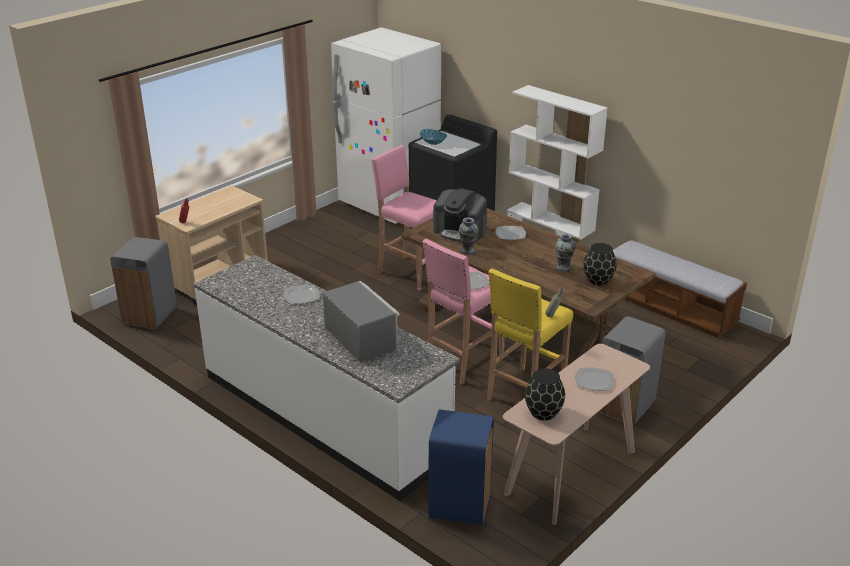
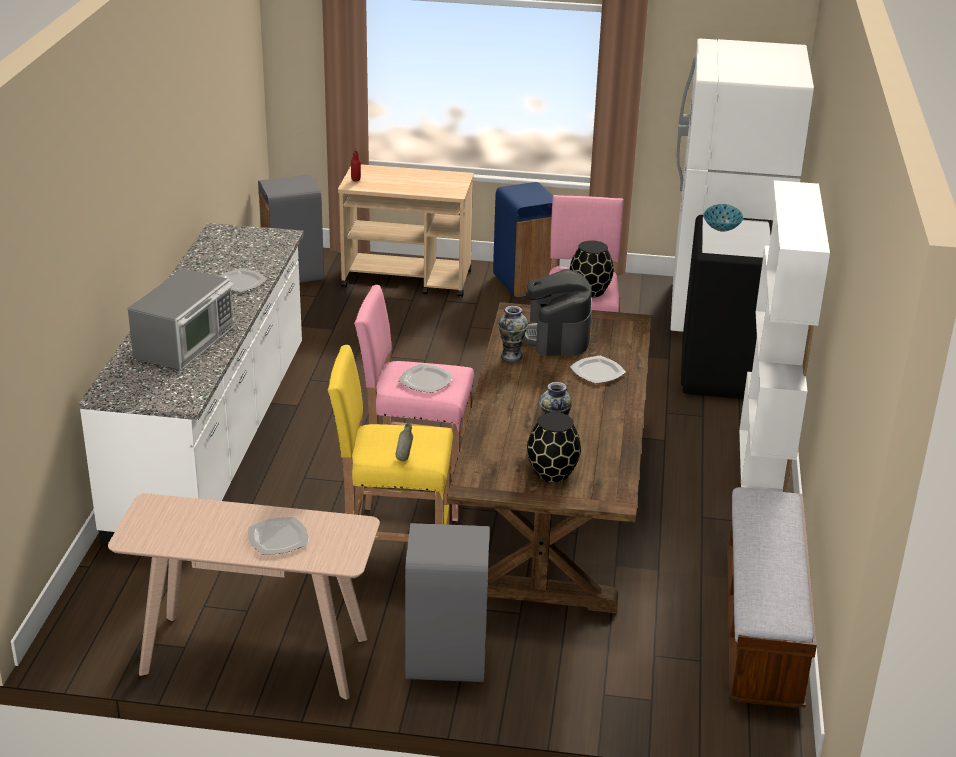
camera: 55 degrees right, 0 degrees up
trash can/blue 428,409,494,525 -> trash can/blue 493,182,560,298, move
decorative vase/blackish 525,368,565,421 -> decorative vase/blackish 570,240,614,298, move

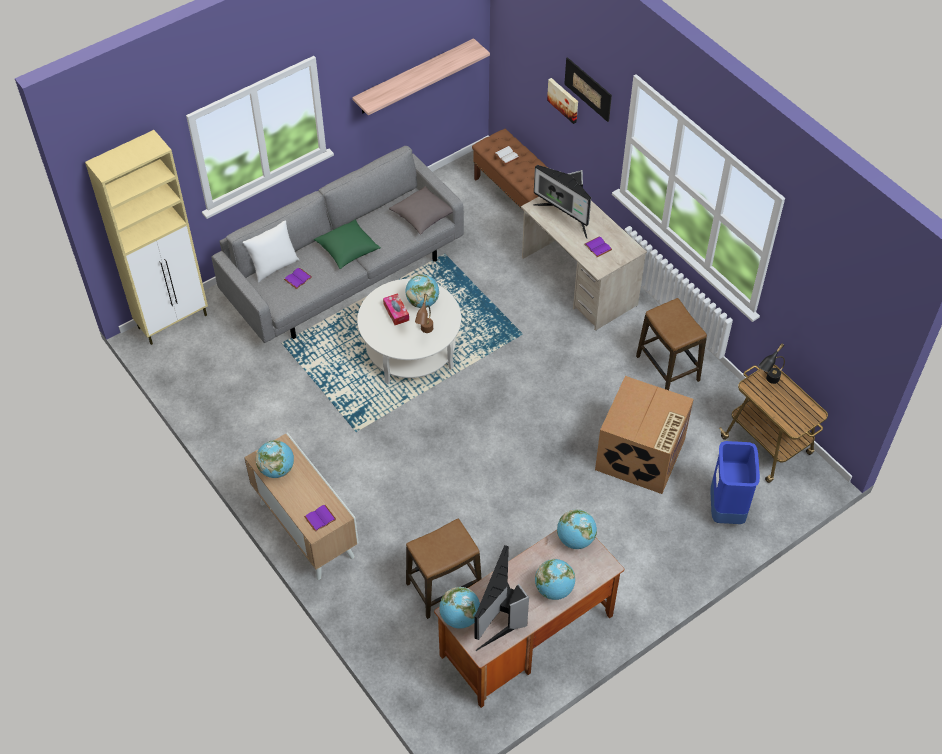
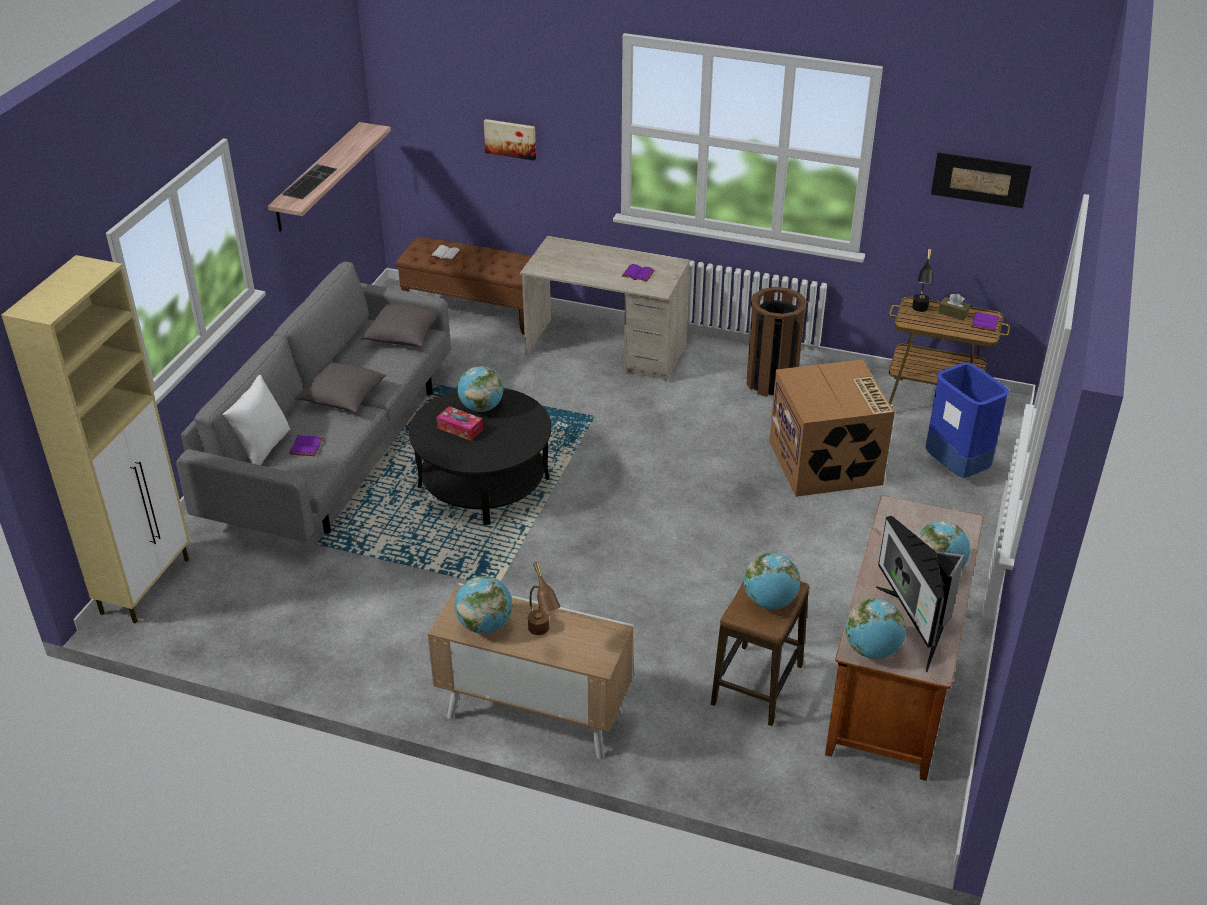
camera: 35 degrees left, 15 degrees down
none -> keyboard 282,164,337,199
throw pillow/green 314,219,381,269 -> throw pillow/grey 295,362,387,412
lounge table/white 357,279,461,384 -> lounge table/blackish 409,388,551,525
tabletop lamp/brown 415,294,433,333 -> tabletop lamp/brown 528,562,561,635, move
globe 557,509,597,549 -> globe 744,553,800,609, move
stool seat 636,298,707,390 -> trash can/brown 747,287,807,397
wall picture 564,57,612,122 -> wall picture 931,152,1031,208, move
none -> tissue box/brown 938,293,970,320
volume/purple-coloured 304,505,336,532 -> volume/purple-coloured 971,312,999,331, move
computer screen 533,165,591,239 -> none

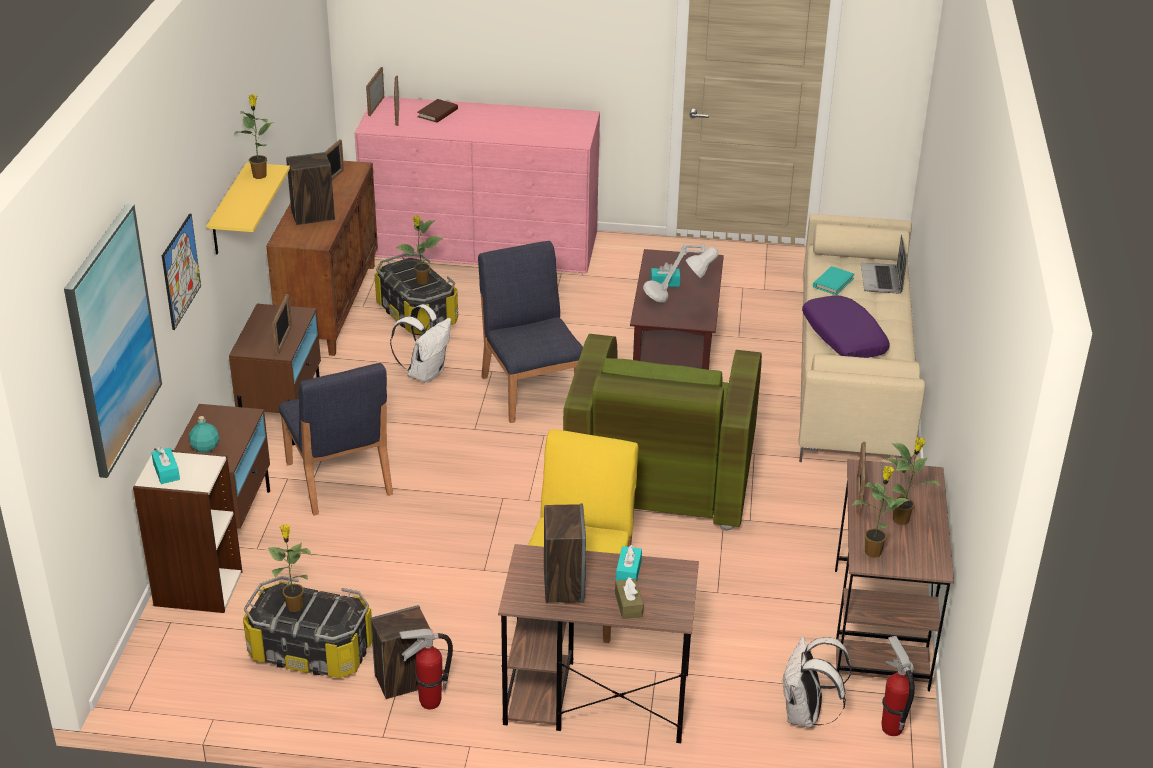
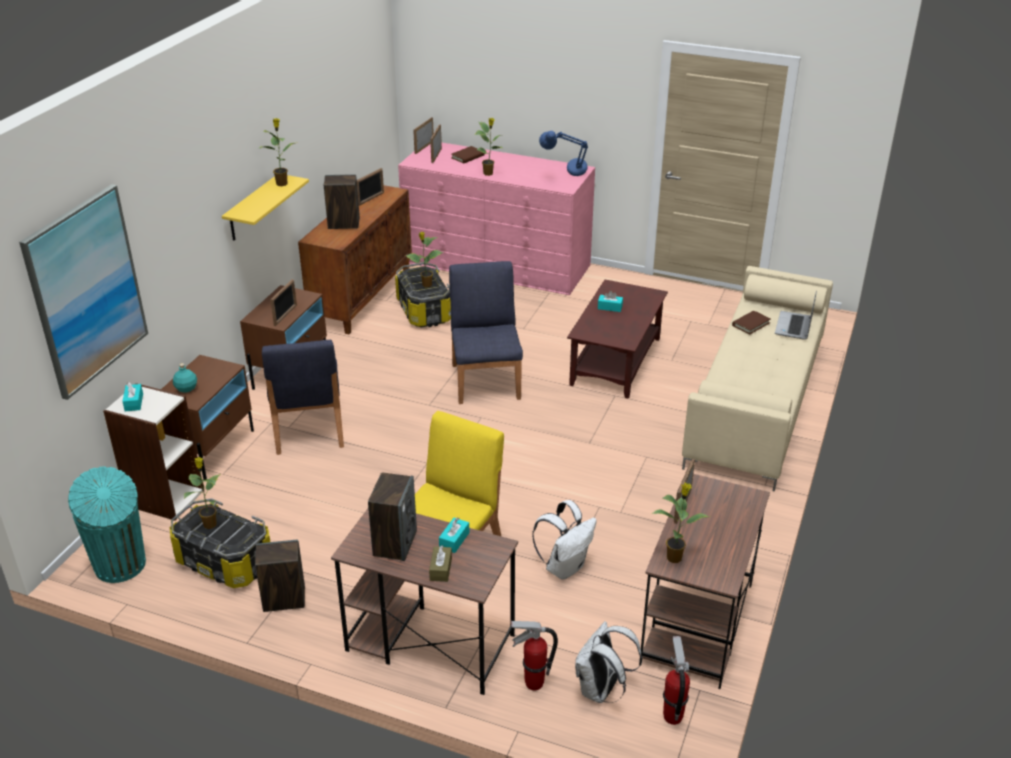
camera: 15 degrees right, 0 degrees up
none -> trash can/turquoise 68,466,146,583
houseplant 883,437,942,525 -> houseplant 475,118,502,176, move
fire-fighting cylinder 399,629,453,709 -> fire-fighting cylinder 511,621,558,690, move
knapsack/white 390,304,451,383 -> knapsack/white 532,500,597,580, move
none -> tabletop lamp/blue 539,131,588,176
volume/turquoise 813,266,854,295 -> volume/brown 732,311,770,335
wall picture 162,213,201,330 -> none
lounge chair/green 563,334,762,531 -> none
tabletop lamp/grey 643,244,718,303 -> none
throw pillow/purple-coloured 802,296,890,358 -> none

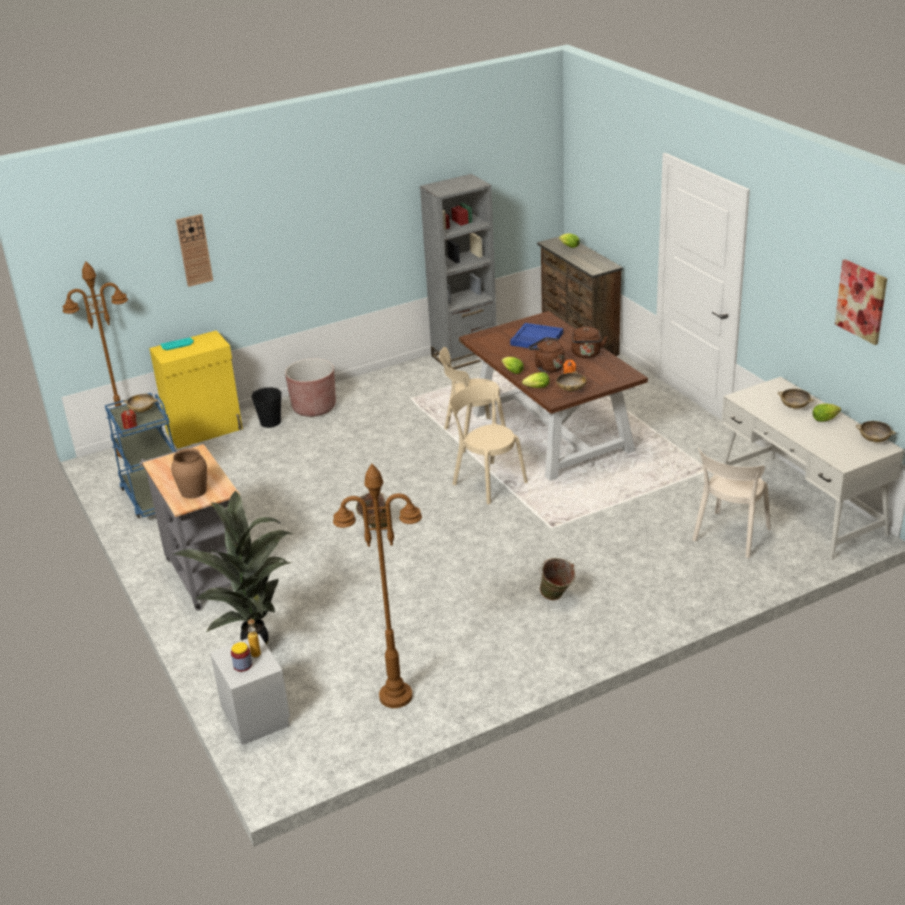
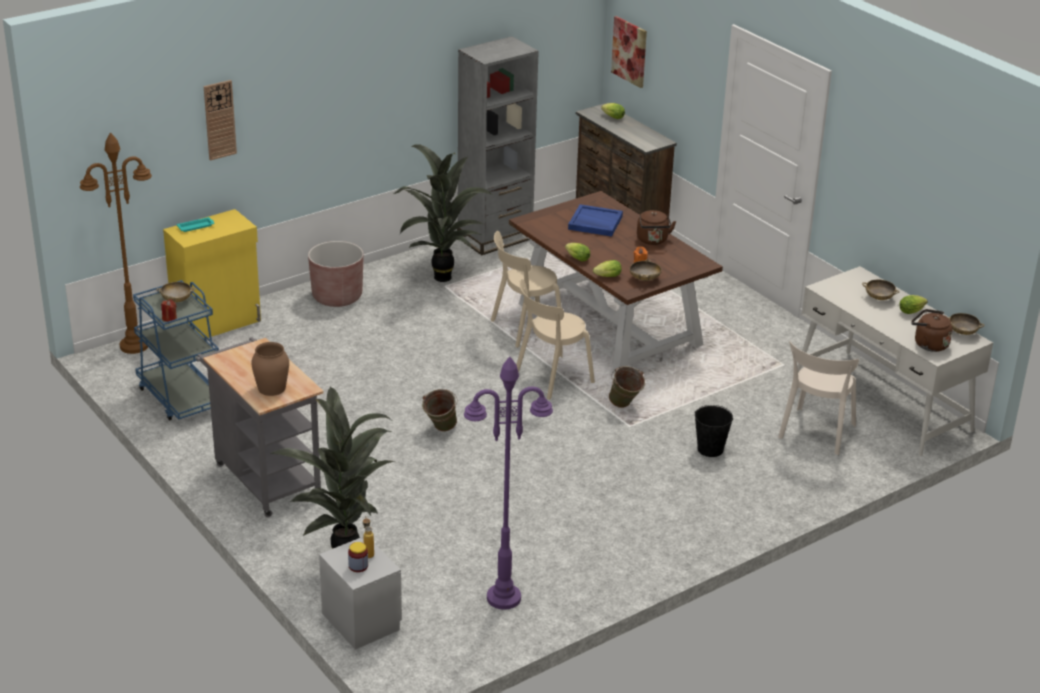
camera: 10 degrees left, 0 degrees up
none -> houseplant 393,144,493,282
standard lamp/brown 333,464,422,708 -> standard lamp/purple-coloured 464,357,553,610
chair/sand-coloured 449,382,528,505 -> chair/sand-coloured 516,279,595,400, 75 degrees counterclockwise
bucket/green 540,558,576,600 -> bucket/green 609,366,645,408, move
wall picture 835,259,887,345 -> wall picture 611,16,647,88, move
bucket/blackish 251,387,282,428 -> bucket/blackish 695,405,733,457, move
tea kettle/brown 529,337,565,373 -> tea kettle/brown 911,309,953,352, move

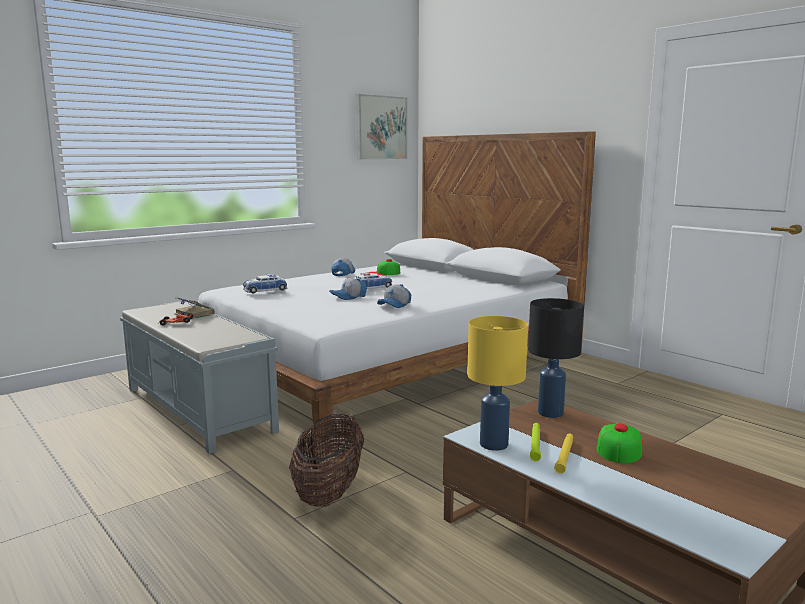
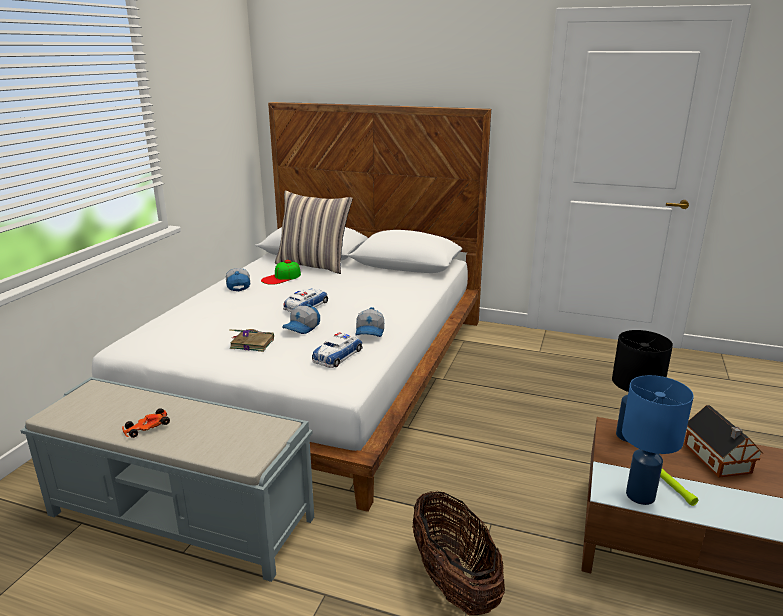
camera: 30 degrees left, 10 degrees up
volume 174,297,215,320 -> volume 229,329,274,352, move
none -> throw pillow 275,191,353,274
toy car 243,274,288,293 -> toy car 312,332,363,368, move
tabletop lamp/yellowish 467,316,528,451 -> tabletop lamp/blue 622,375,694,505
peaked cap 597,423,643,463 -> toy house 684,405,763,478
wall picture 357,94,407,160 -> none
flashlight/yellowish 554,433,573,474 -> none

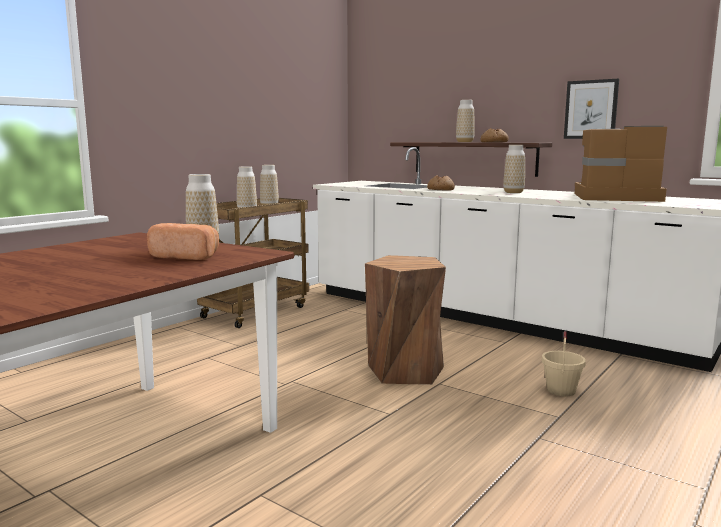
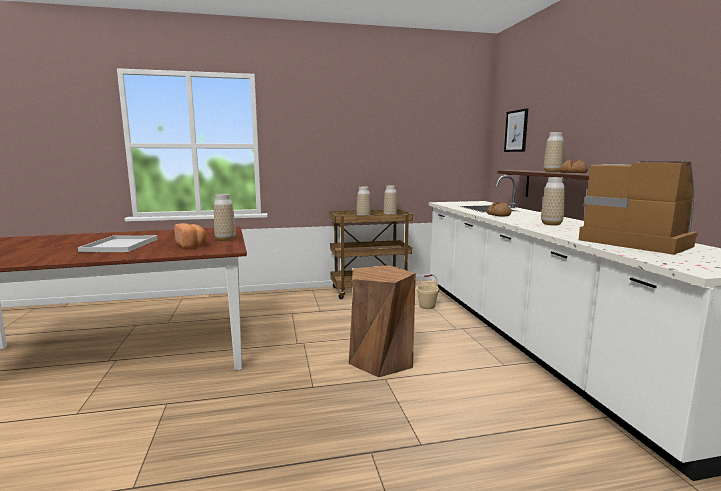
camera: 40 degrees right, 0 degrees up
none -> carrying tray/white 78,235,157,252
bucket/sand-coloured 542,331,586,396 -> bucket/sand-coloured 416,274,439,309, move
wall picture 564,79,619,139 -> wall picture 504,108,528,152, move

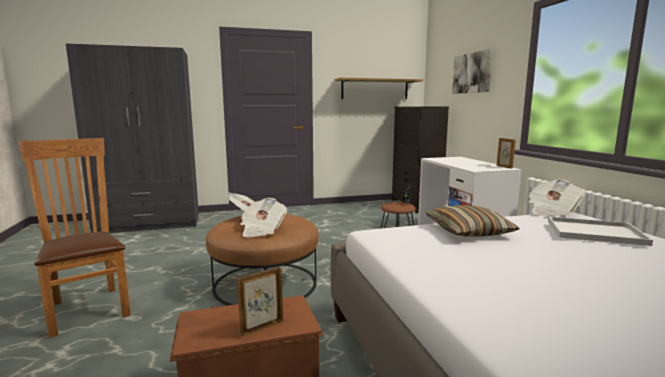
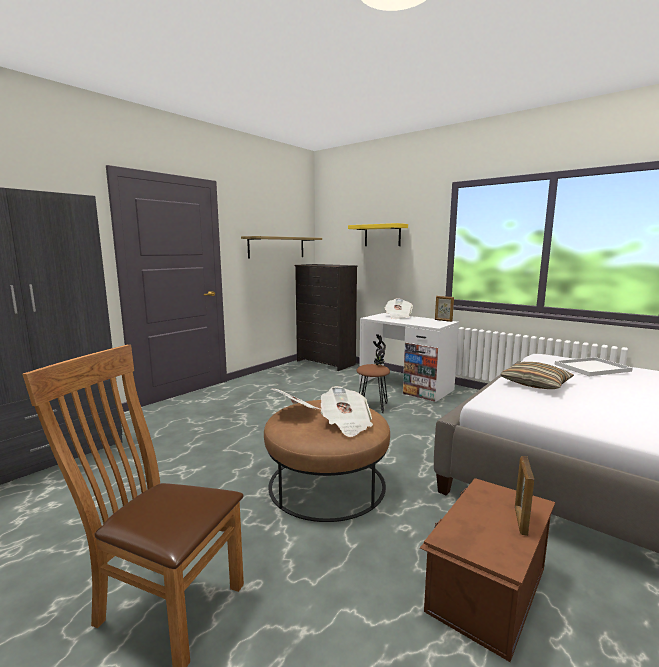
camera: 35 degrees left, 0 degrees up
wall picture 452,49,493,94 -> bracket shelf/yellowish 348,223,408,246
daily paper 529,179,585,216 -> daily paper 384,298,413,319, move

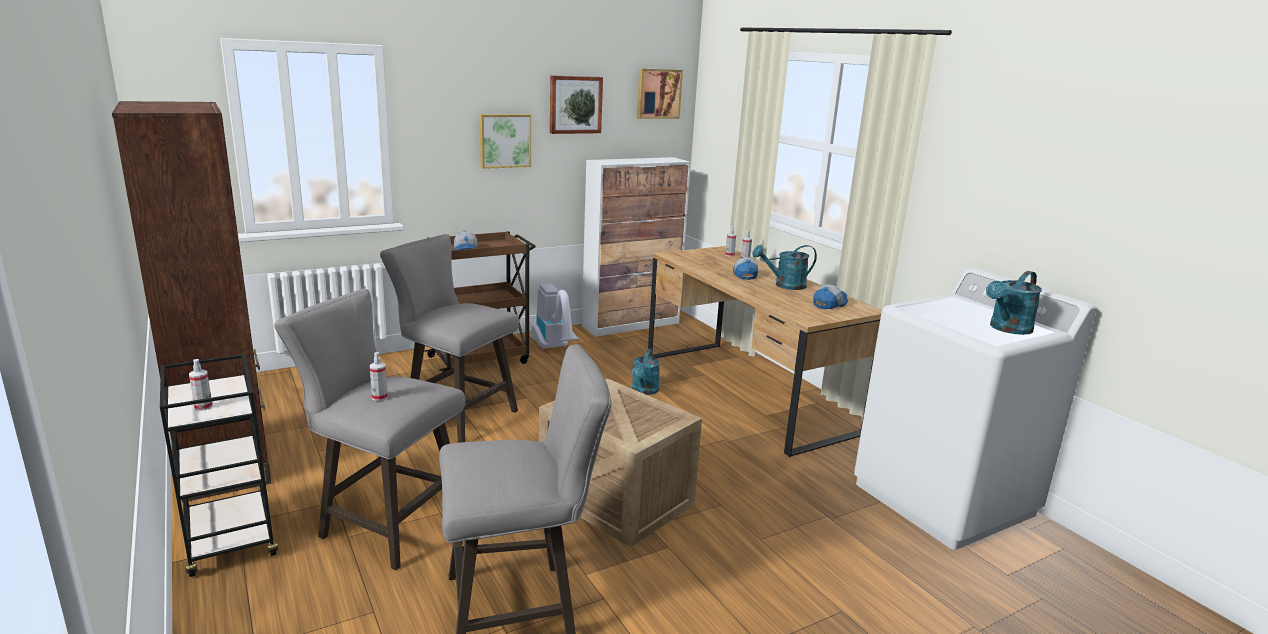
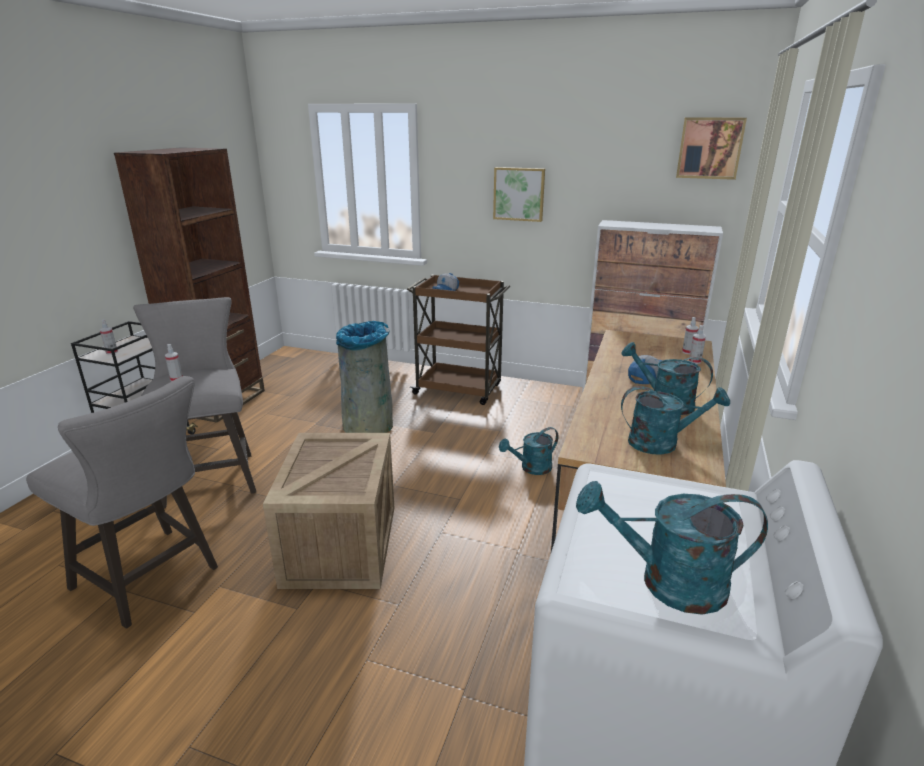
camera: 50 degrees right, 5 degrees up
stool seat/grey 380,234,519,443 -> trash can/grey 336,321,393,433
peaked cap 813,284,848,309 -> watering pot/turquoise 621,386,730,455
hoover 531,284,579,350 -> none
wall picture 550,75,603,134 -> none

